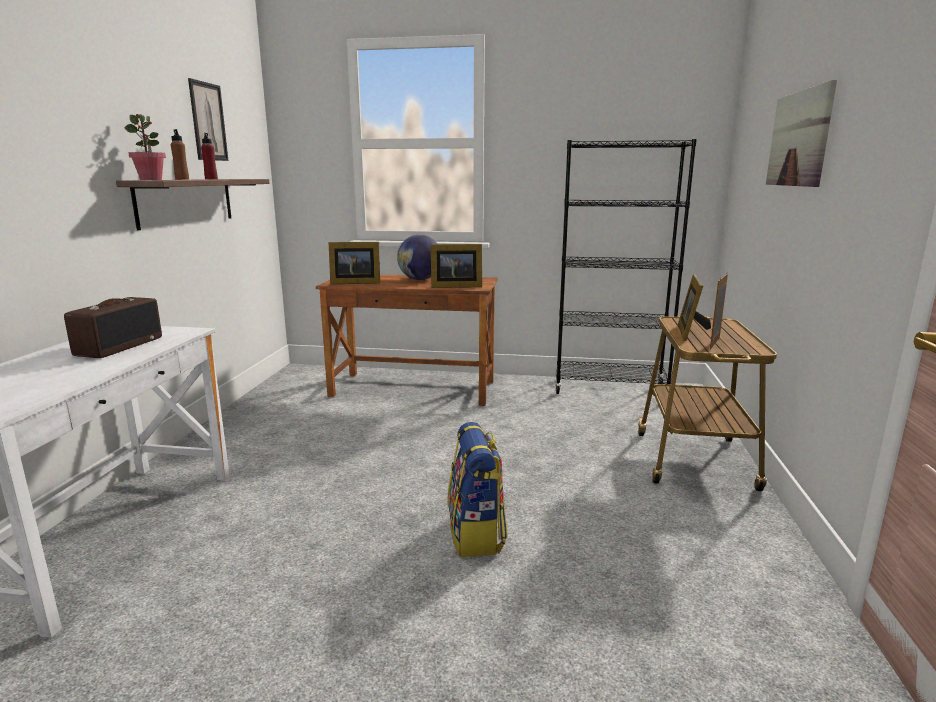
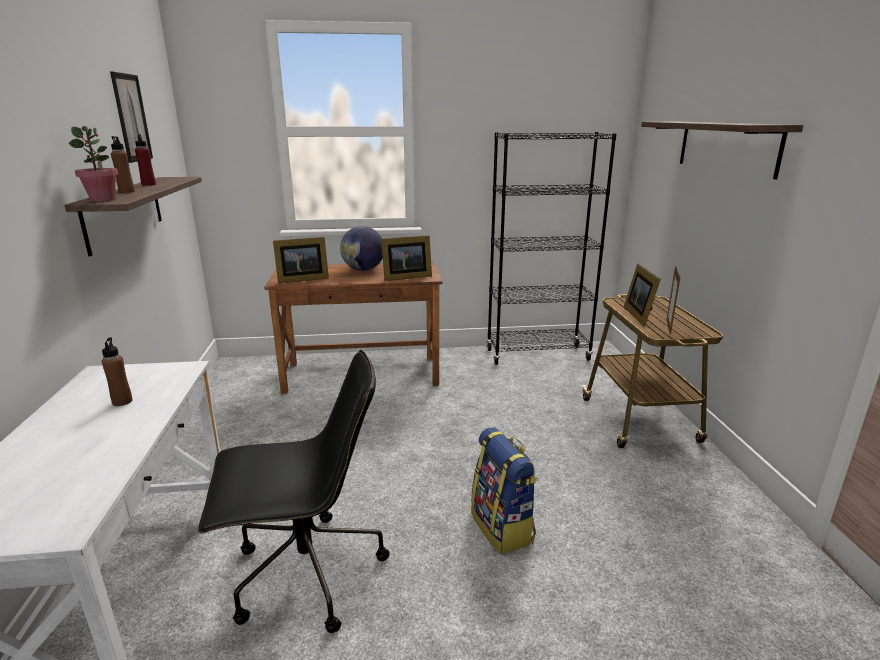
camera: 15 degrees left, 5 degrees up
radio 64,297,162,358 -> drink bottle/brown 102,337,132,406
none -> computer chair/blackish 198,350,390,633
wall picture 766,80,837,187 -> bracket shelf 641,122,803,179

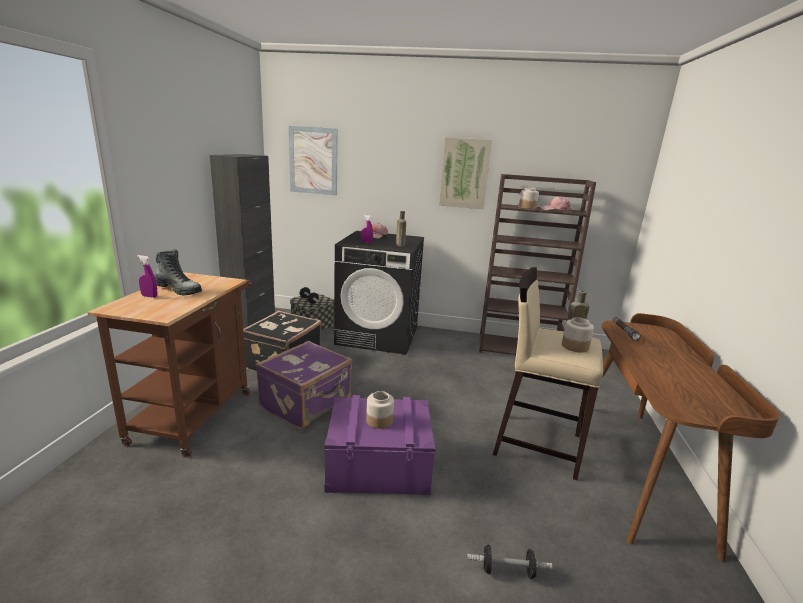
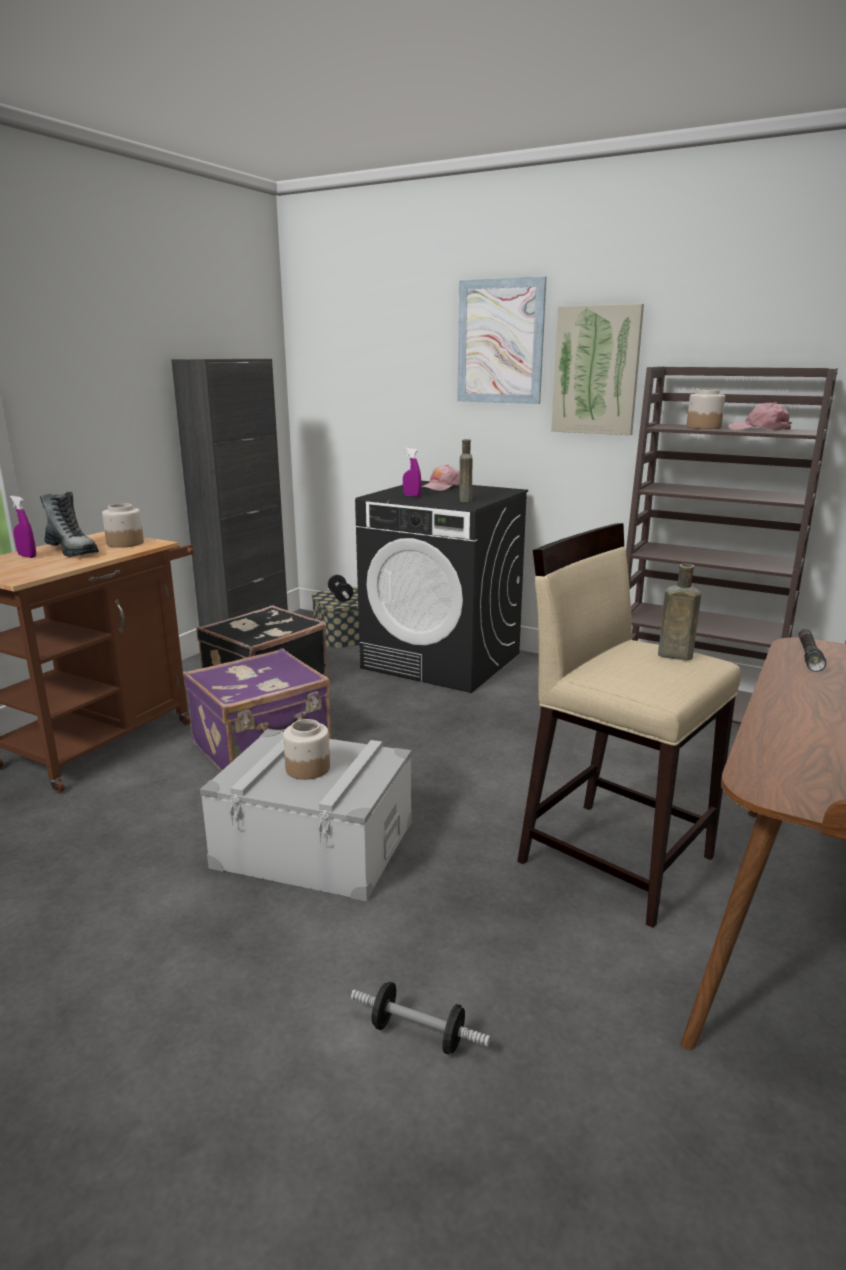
camera: 20 degrees right, 0 degrees up
jar 562,317,594,352 -> jar 102,503,144,548, move
storage container/purple-coloured 325,395,435,495 -> storage container/grey 200,729,412,902
wall picture 289,126,338,195 -> wall picture 457,276,547,404, move

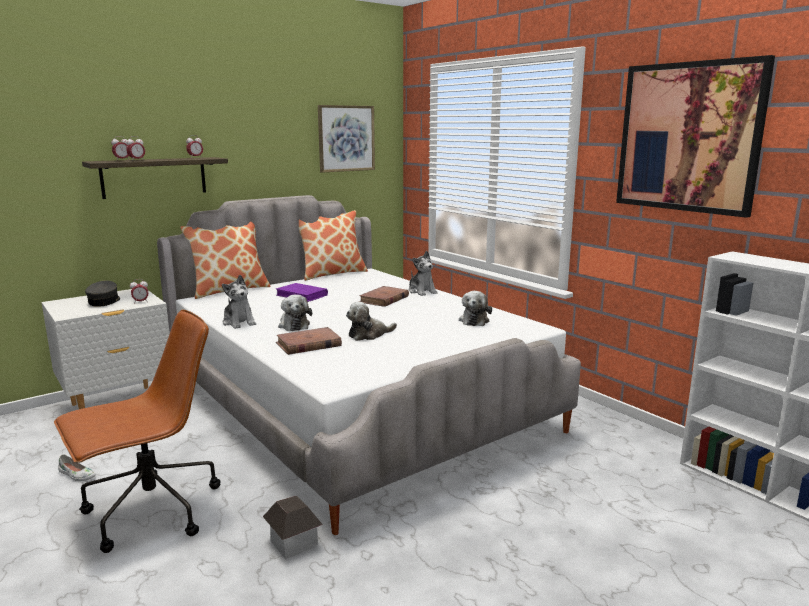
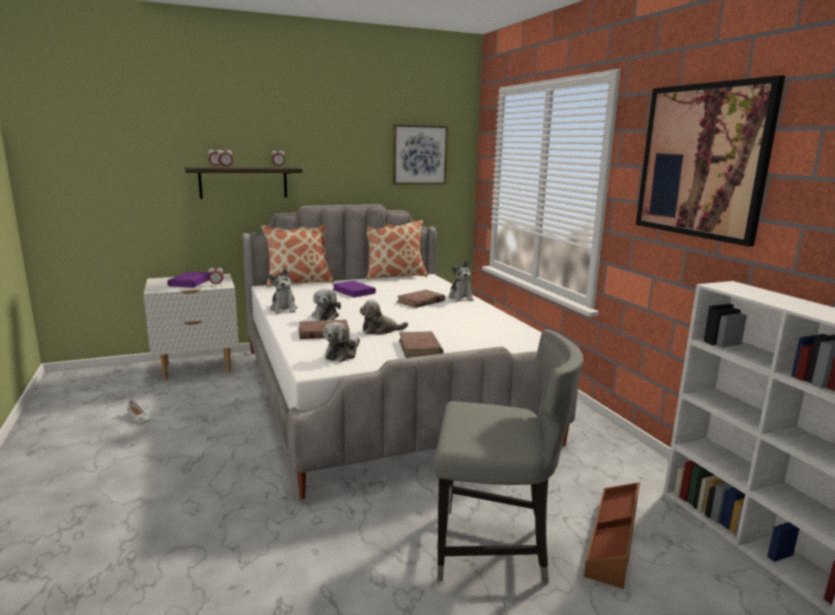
camera: 15 degrees right, 0 degrees up
peaked cap/grey 85,281,120,307 -> volume/purple-coloured 167,272,210,288
plush toy 459,291,492,326 -> plush toy 323,322,360,362, move
none -> volume/brown 399,331,444,358
none -> chair/grey 435,329,584,584
none -> storage container/brown 584,482,640,589
computer chair/brown 54,310,220,553 -> none
toy house 263,496,323,559 -> none

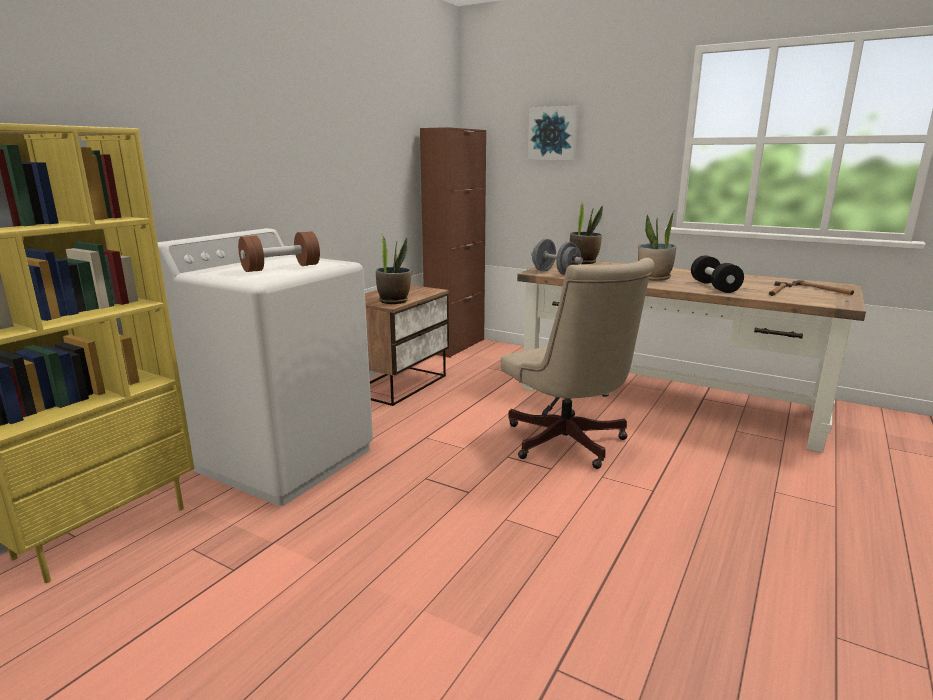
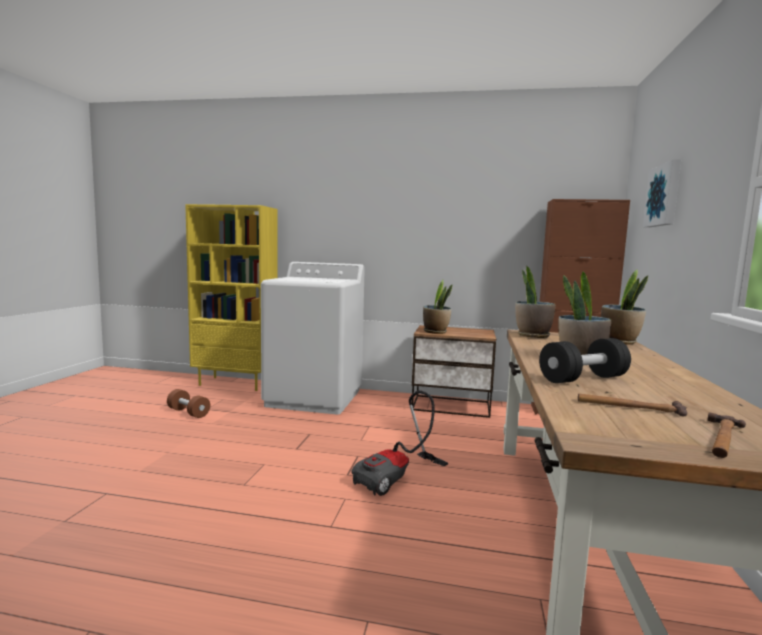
camera: 70 degrees right, 10 degrees down
hand weight/brown 238,231,320,272 -> hand weight/brown 167,389,210,418, move
computer chair/sand-coloured 501,258,655,469 -> hoover 352,390,448,496
hand weight/grey 531,239,583,275 -> houseplant 515,266,555,338

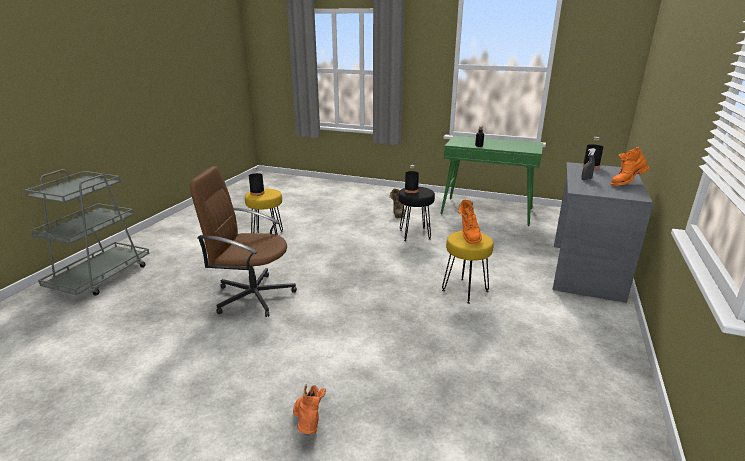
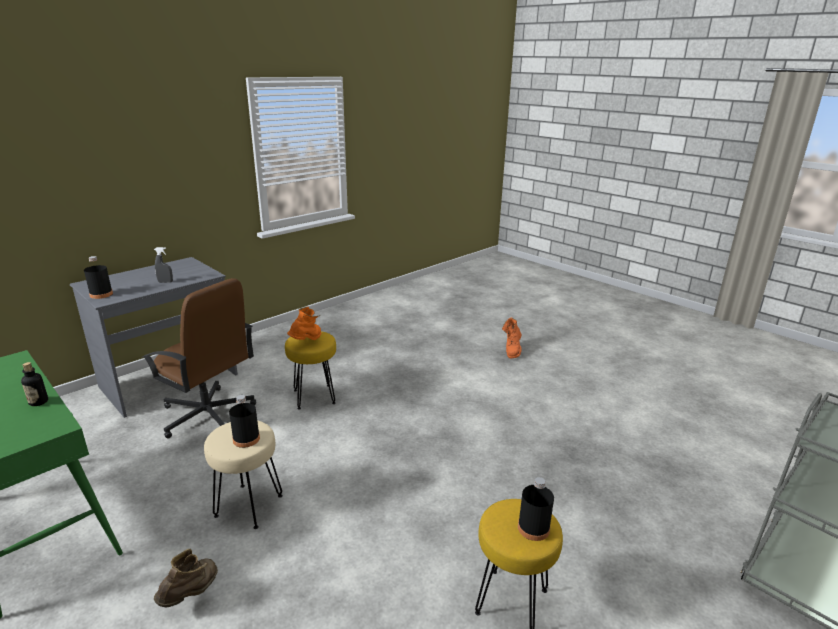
camera: 155 degrees left, 0 degrees up
computer chair/brown 190,166,297,317 -> computer chair/brown 142,278,256,438, move
stool seat/blackish 398,187,435,241 -> stool seat/sand-coloured 204,420,283,529
boot/orange-coloured 610,147,649,185 -> none

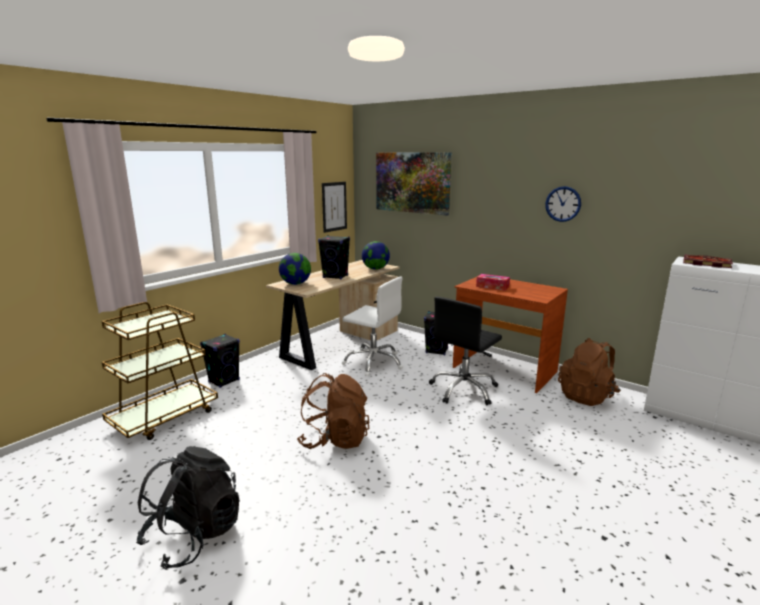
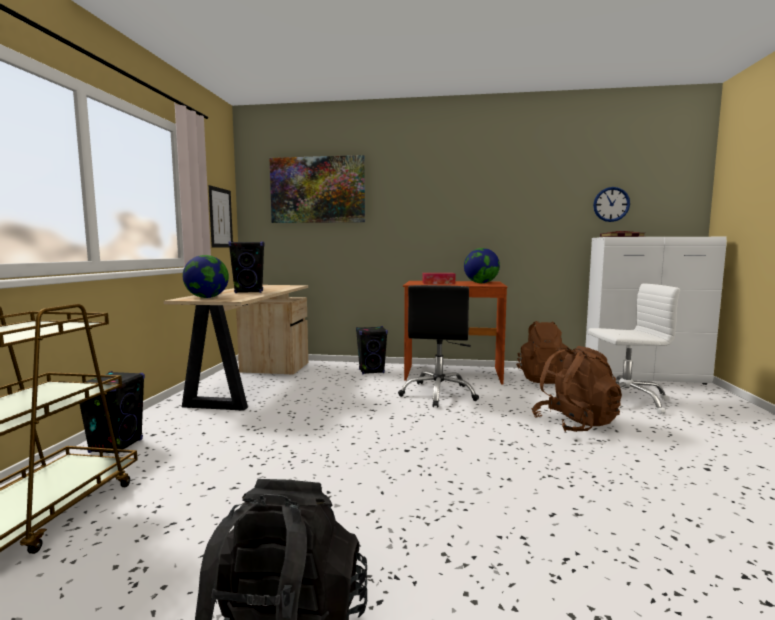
camera: 30 degrees left, 10 degrees down
globe 362,241,390,270 -> globe 464,248,500,283, move
knapsack/brown 297,373,370,449 -> knapsack/brown 532,346,622,432, move
computer chair/white 341,276,403,376 -> computer chair/white 588,283,680,414, move
wall clock 545,186,581,222 -> wall clock 593,187,630,222, move

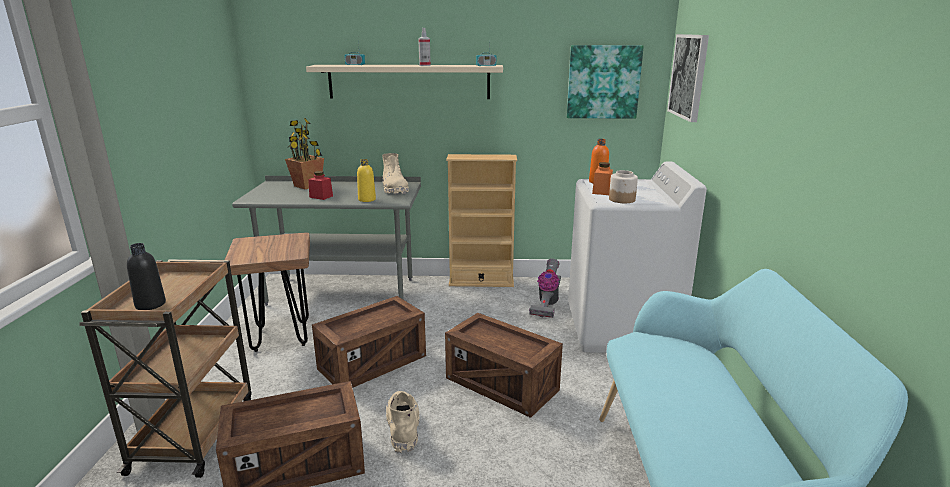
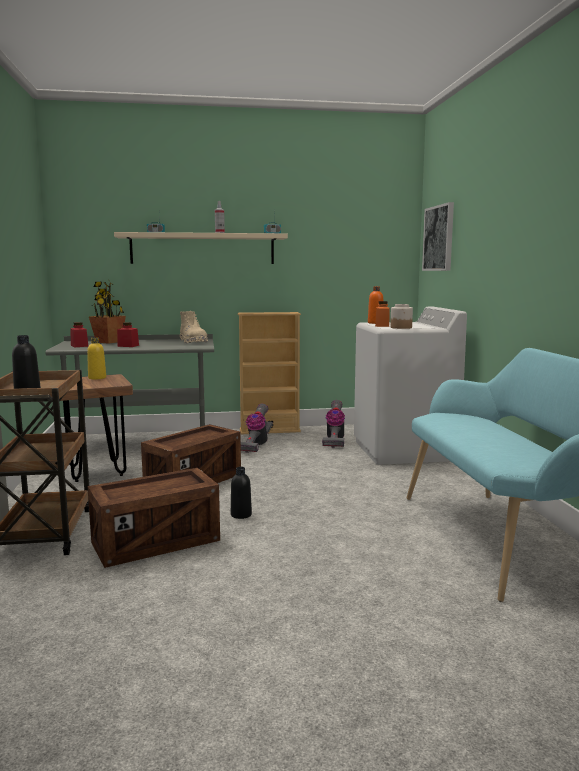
camera: 10 degrees left, 10 degrees down
none -> jar/reddish 70,322,88,347
drink bottle/yellowish 357,159,376,202 -> drink bottle/yellowish 87,338,106,379, move
boot/sand-coloured 386,391,420,453 -> drink bottle/blackish 231,467,252,519
none -> hoover 241,404,273,453
shipping crate 445,313,563,418 -> none
wall picture 567,45,644,119 -> none

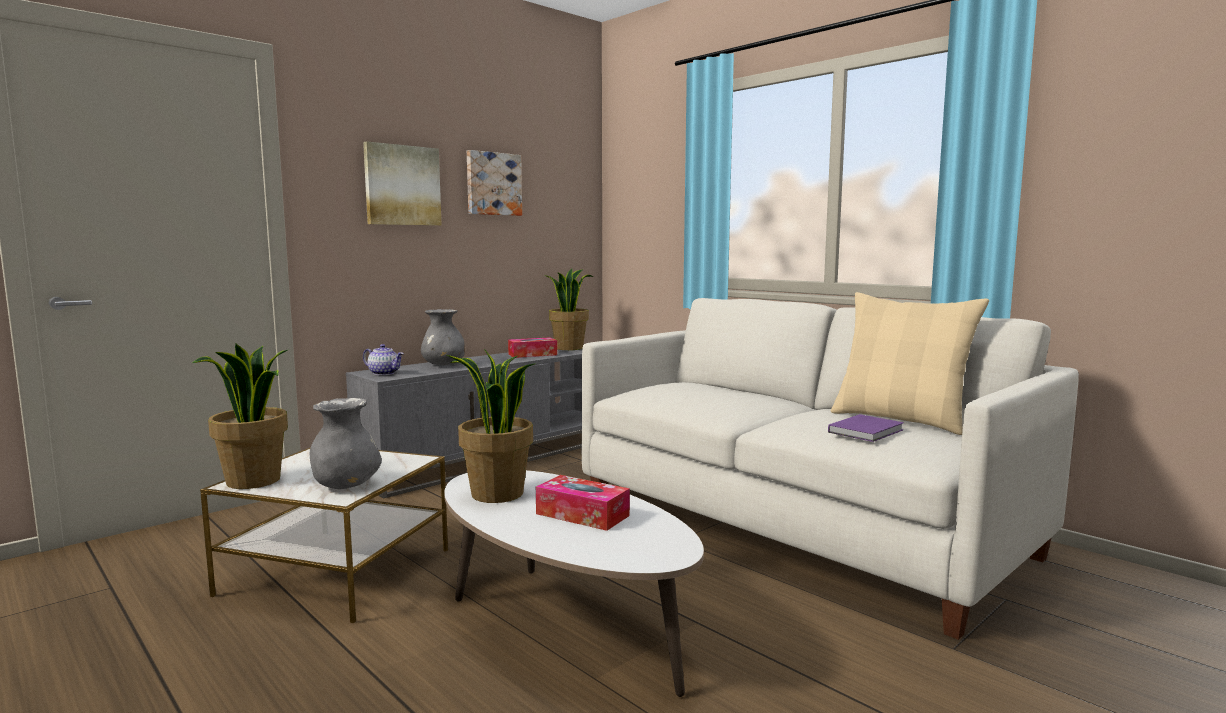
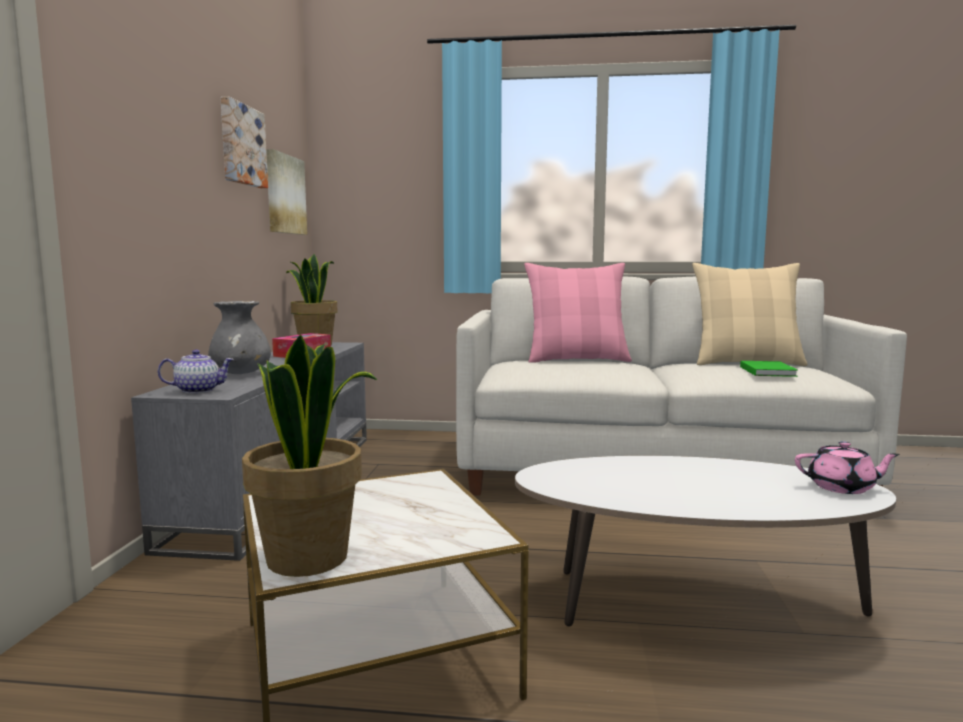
camera: 40 degrees left, 0 degrees up
wall picture 363,141,442,226 -> wall picture 266,149,307,235, move
none -> throw pillow/pinkish 524,263,632,363
volume/purple-coloured 828,414,904,442 -> volume/green 740,361,798,377
none -> teapot/pinkish 795,441,900,494
decorative vase/grey 310,398,382,489 -> none
houseplant 447,349,536,503 -> none
tissue box 536,475,630,531 -> none

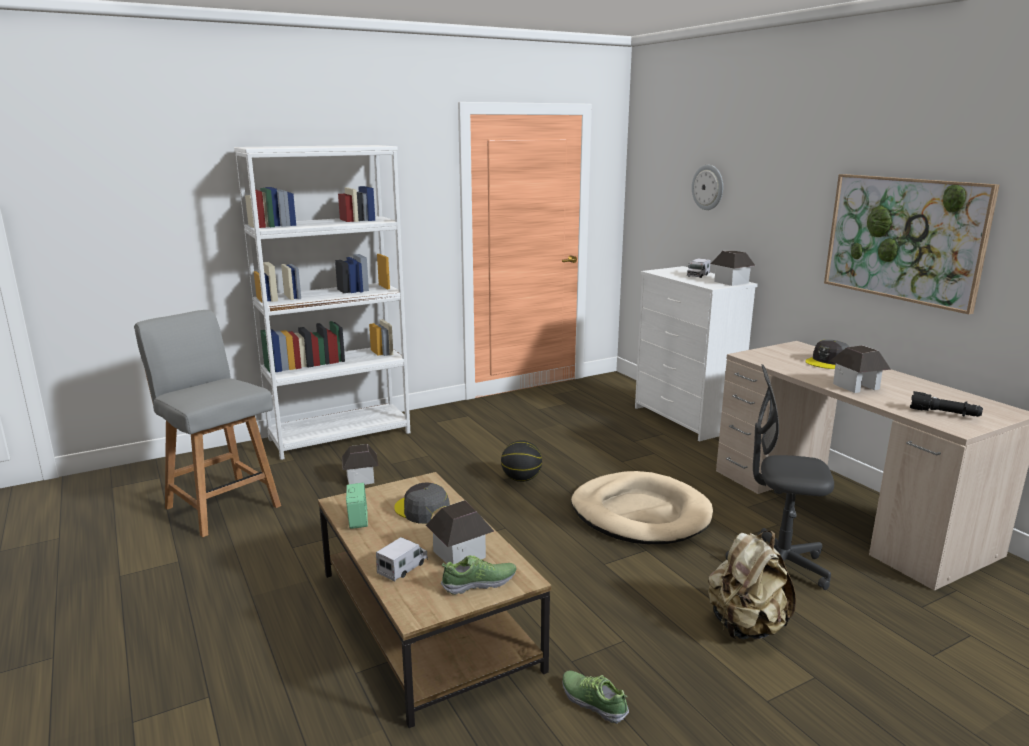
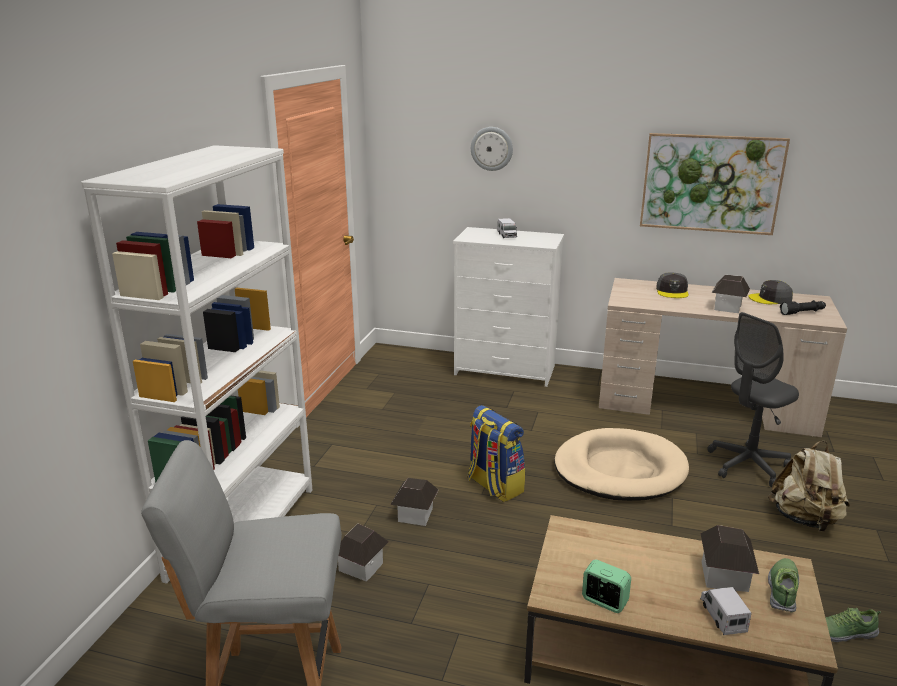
camera: 45 degrees left, 5 degrees up
toy house 711,250,756,286 -> toy house 390,478,439,526, move
ball for basketball 501,440,542,482 -> knapsack 467,405,525,502
peaked cap/grey 394,482,450,524 -> peaked cap/grey 748,280,793,304, move

